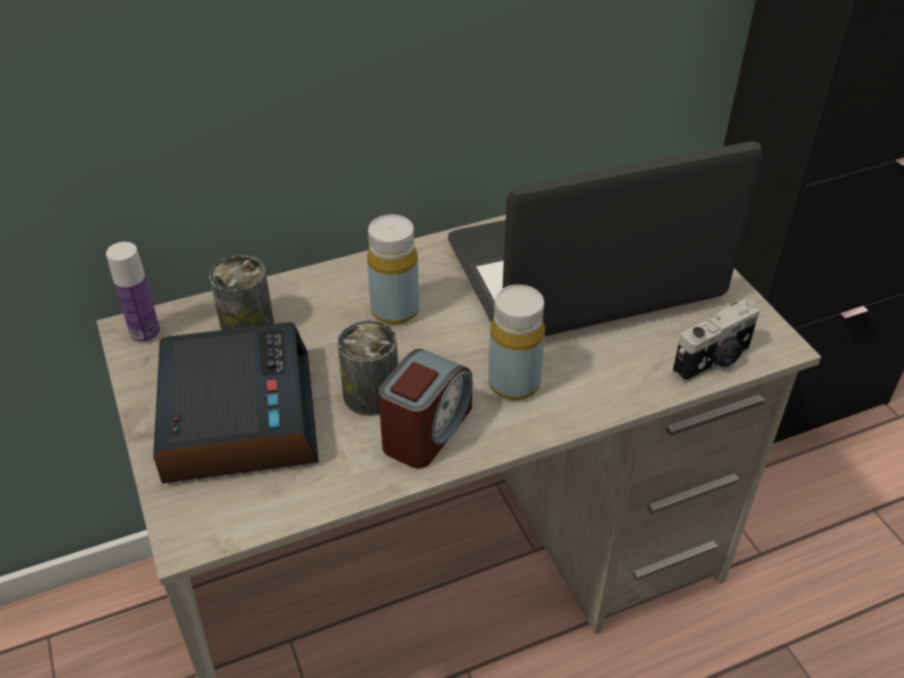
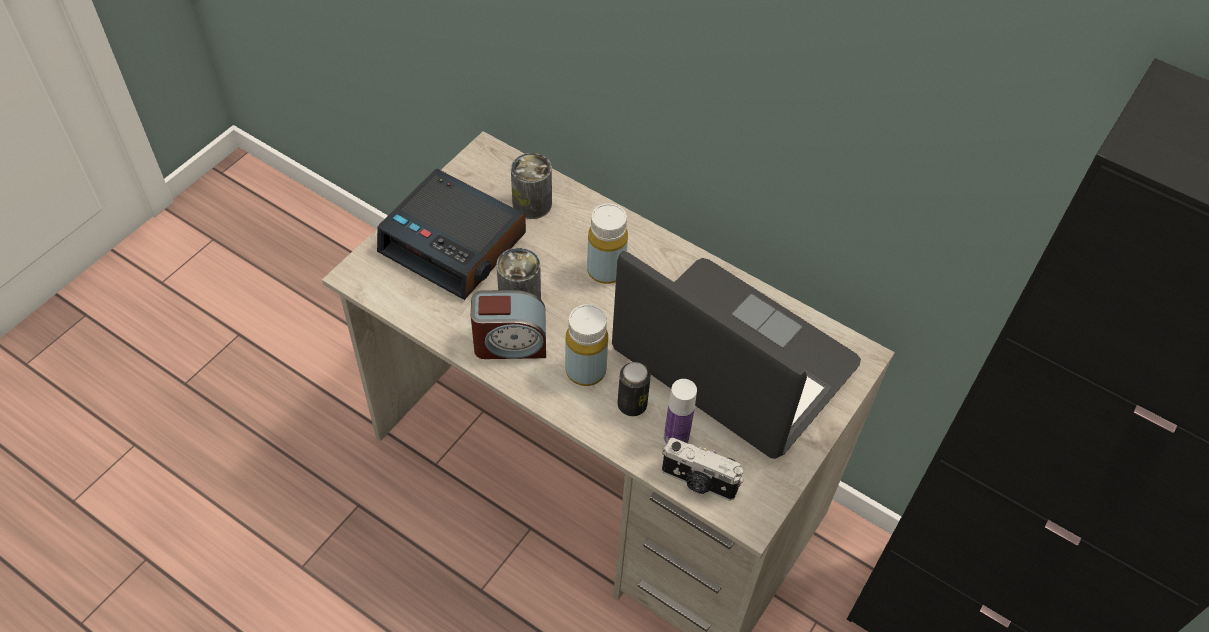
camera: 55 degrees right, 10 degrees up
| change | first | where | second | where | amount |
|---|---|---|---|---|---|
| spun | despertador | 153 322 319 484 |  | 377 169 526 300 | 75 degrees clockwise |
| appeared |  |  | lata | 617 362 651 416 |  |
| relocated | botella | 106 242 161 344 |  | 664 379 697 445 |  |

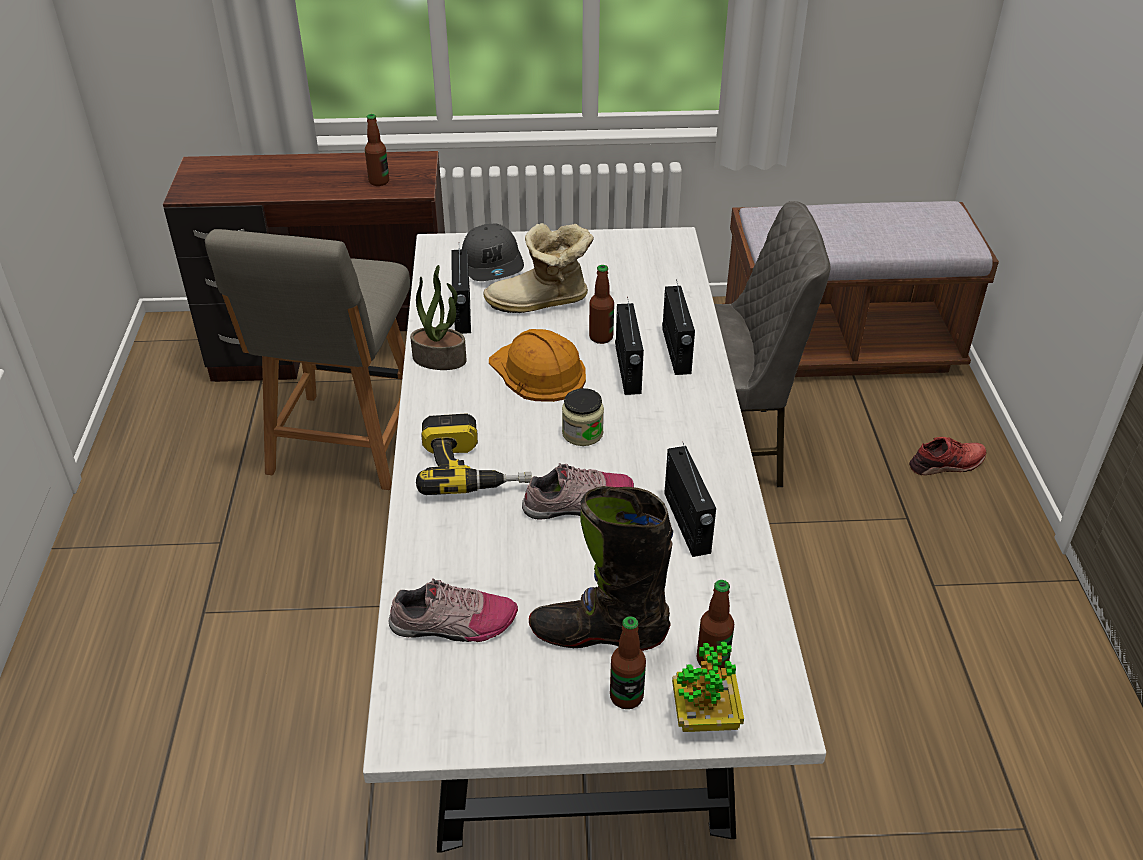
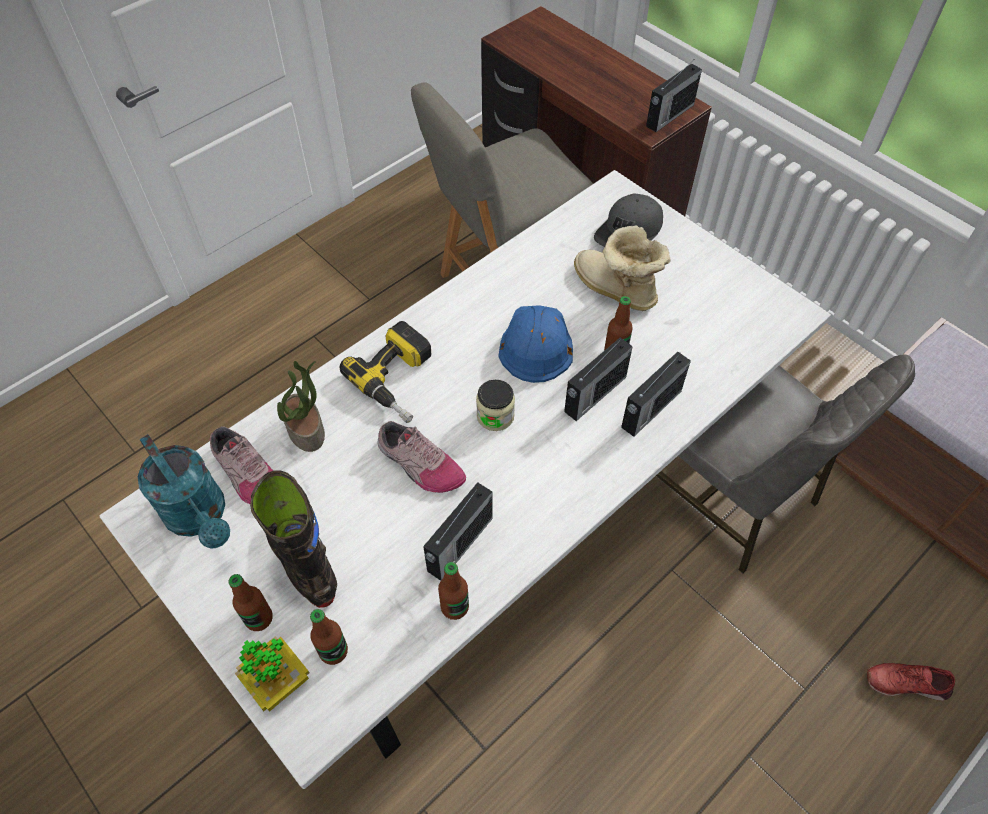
camera: 50 degrees right, 15 degrees up
| change | first | where | second | where | amount |
|---|---|---|---|---|---|
| appeared |  |  | regadera/turquesa | 138 434 230 549 |  |
| relocated | planta en maceta | 410 265 467 370 |  | 277 361 325 452 |  |
| relocated | botella | 365 114 389 186 |  | 438 562 469 620 |  |
| colour | casco/naranja | 489 329 586 402 | casco/azul | 498 305 573 383 |  |
| relocated | radio | 451 248 471 334 |  | 646 63 702 132 |  |
| spun | zapato/rojo | 909 437 987 475 |  | 867 663 955 701 | 150 degrees clockwise |

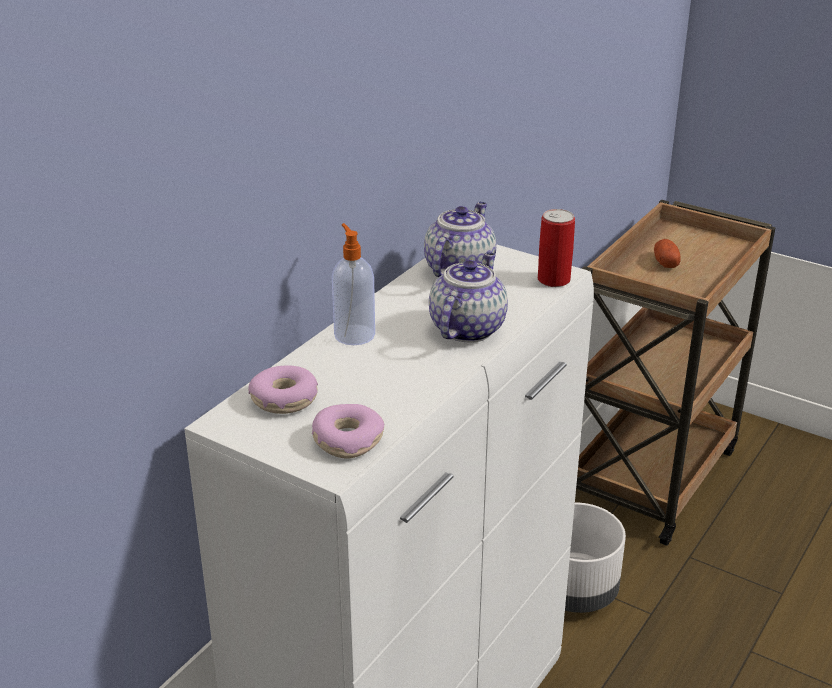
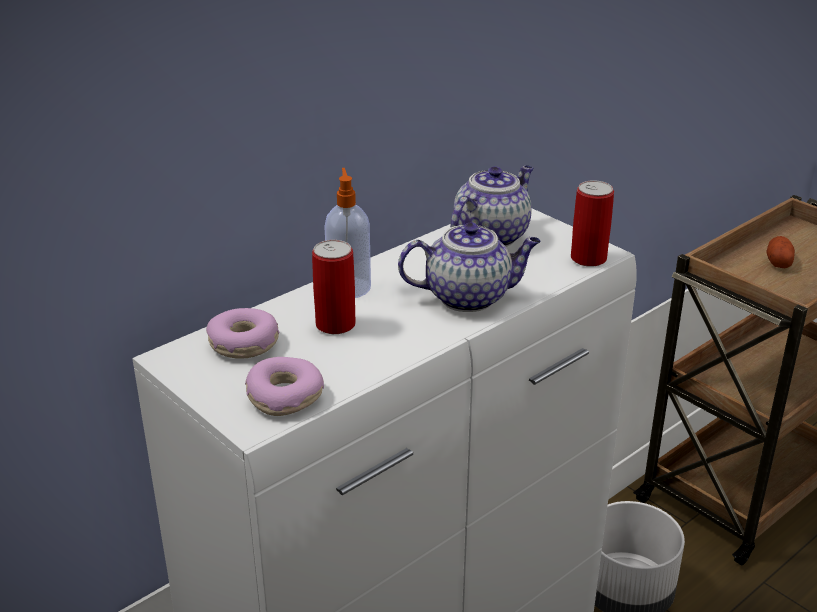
camera: 15 degrees right, 0 degrees up
| change | first | where | second | where | amount |
|---|---|---|---|---|---|
| appeared |  |  | lata | 312 240 356 334 |  |
| spun | tetera | 429 252 508 342 |  | 398 222 541 312 | 45 degrees clockwise |

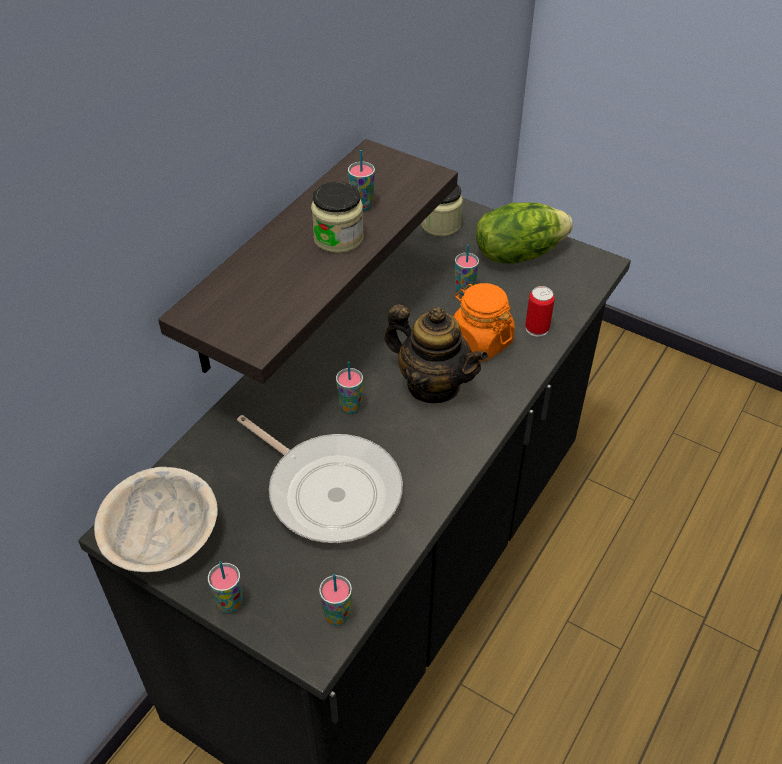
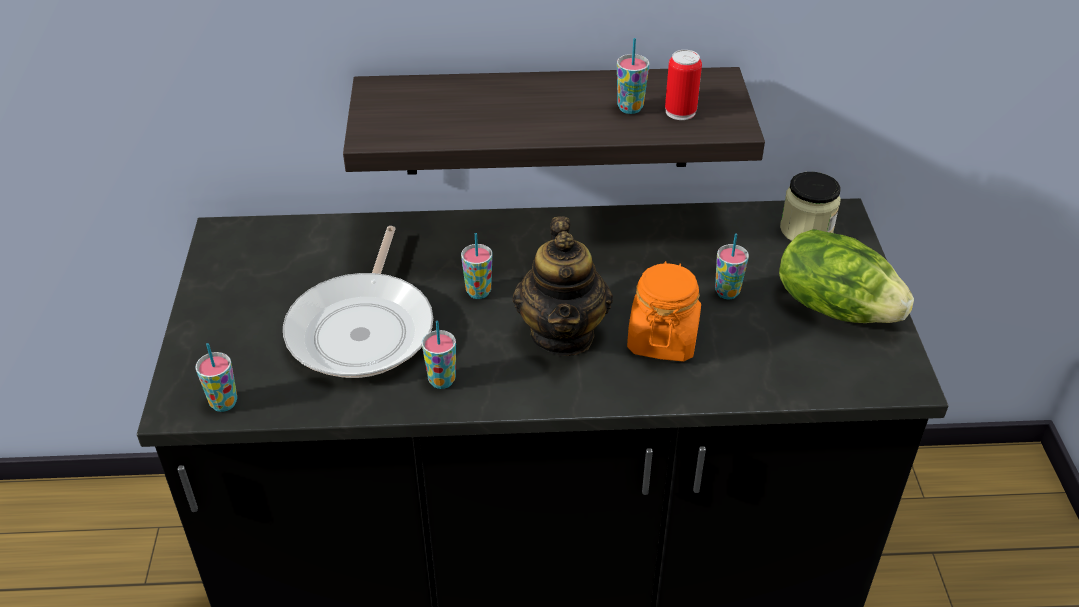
camera: 55 degrees right, 5 degrees down
| change | first | where | second | where | amount |
|---|---|---|---|---|---|
| relocated | taza | 208 561 243 613 |  | 422 321 456 389 |  |
| relocated | lata | 525 286 555 337 |  | 665 50 702 120 |  |
| missing | cuenco/beis | 94 467 218 572 |  |  |  |
| missing | tarro | 311 182 364 253 |  |  |  |

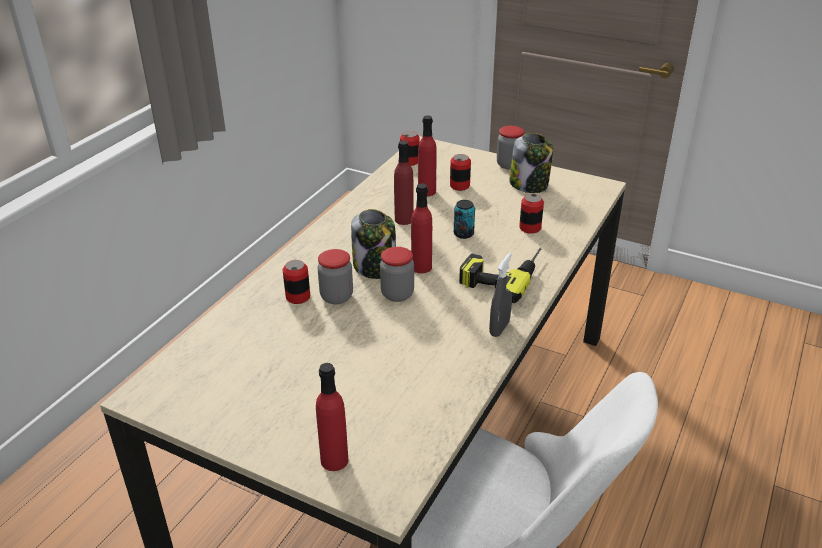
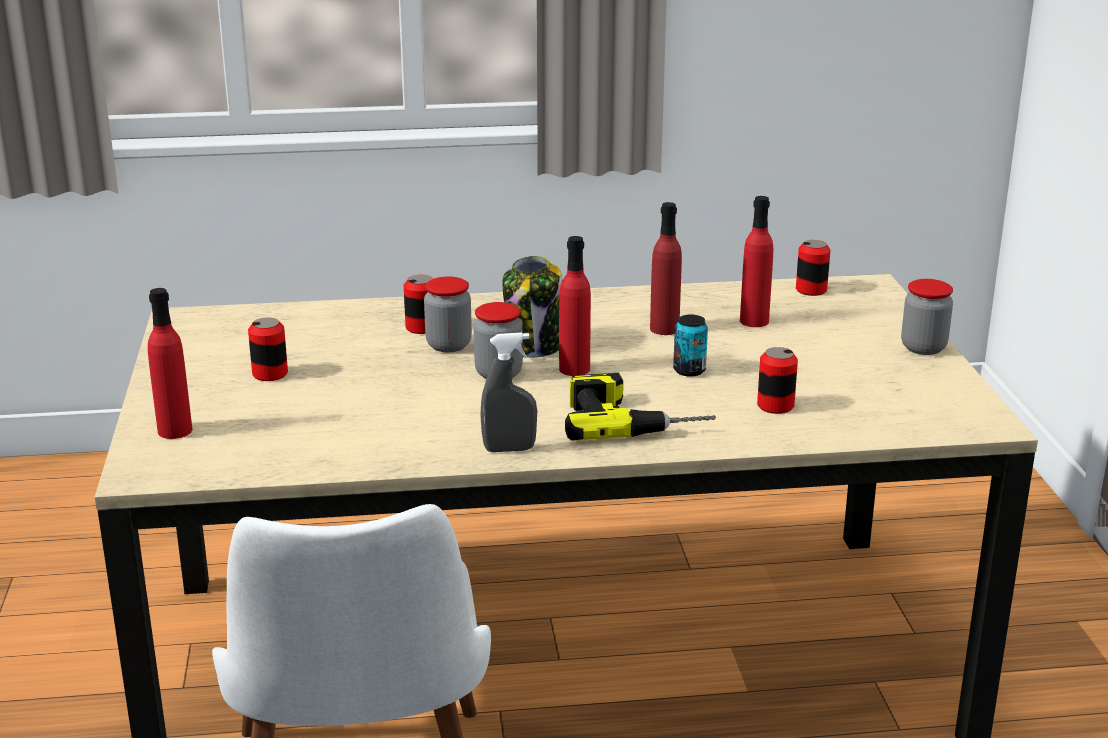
camera: 55 degrees right, 10 degrees down
| change | first | where | second | where | amount |
|---|---|---|---|---|---|
| relocated | lata | 450 154 471 191 |  | 248 318 288 381 |  |
| missing | tarro | 509 133 553 193 |  |  |  |

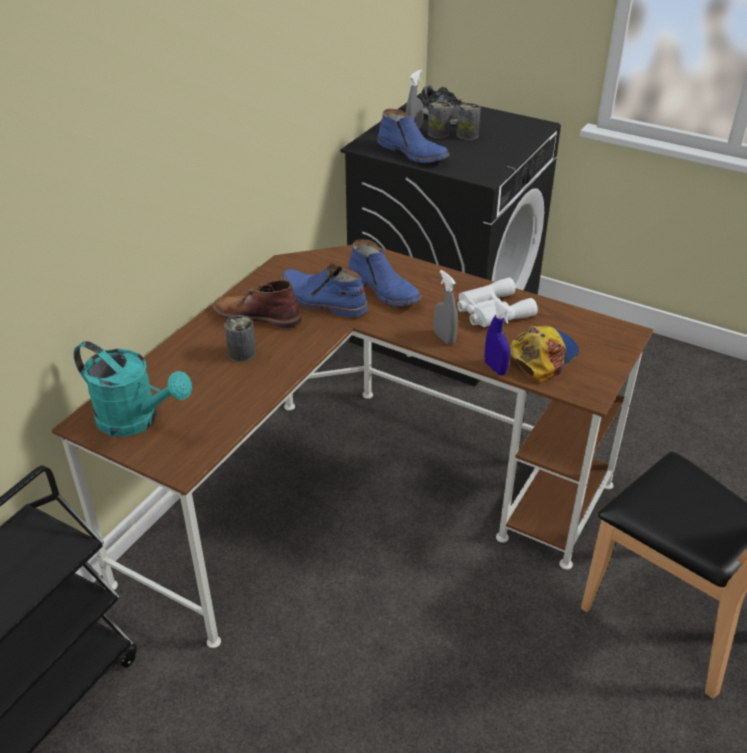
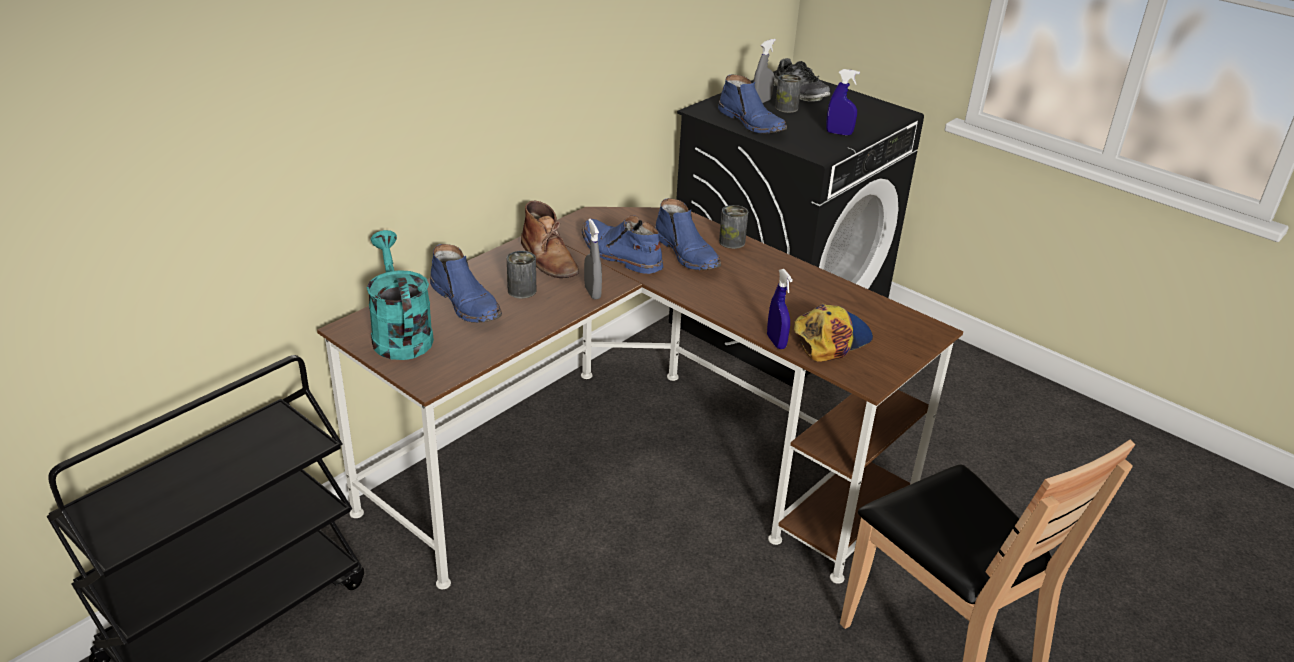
camera: 10 degrees right, 5 degrees down
| change | first | where | second | where | amount |
|---|---|---|---|---|---|
| spun | regadera/turquesa | 74 341 192 437 |  | 367 230 434 360 | 150 degrees counterclockwise |
| appeared |  |  | bota/azul | 430 244 502 323 |  |
| spun | bota/marrón | 213 280 302 328 |  | 521 201 579 278 | 150 degrees counterclockwise |
| relocated | pulverizador/gris | 434 270 458 345 |  | 584 219 602 300 |  |
| relocated | lata | 457 103 481 140 |  | 719 205 748 249 |  |
| appeared |  |  | pulverizador/azul | 826 69 860 136 |  |
| missing | prismáticos/blanco | 457 277 538 327 |  |  |  |

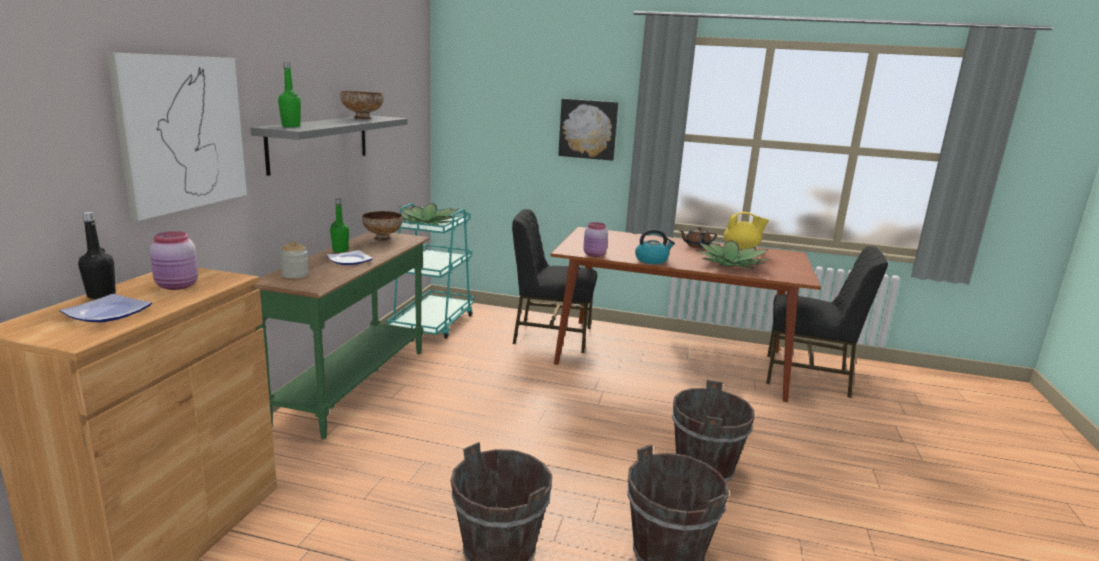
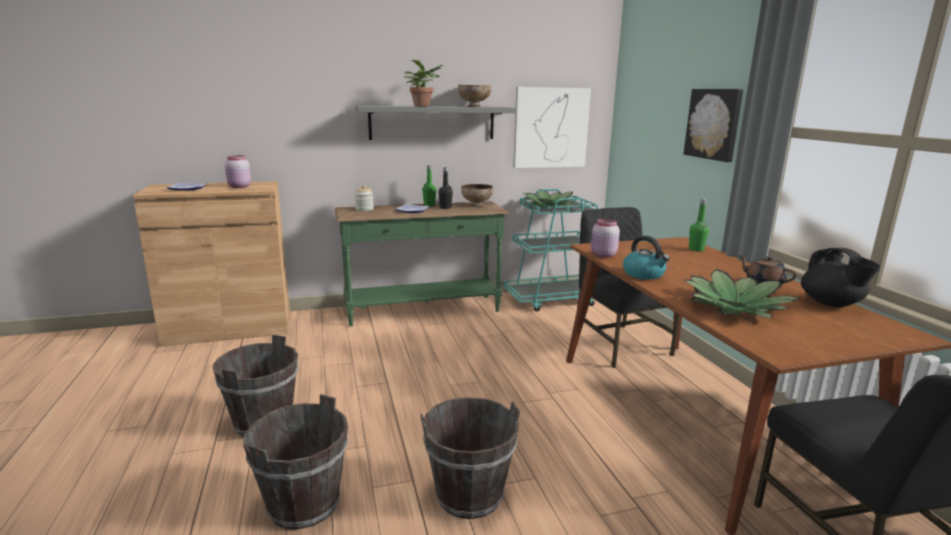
camera: 60 degrees right, 0 degrees up
| change | first | where | second | where | amount |
|---|---|---|---|---|---|
| appeared |  |  | planta en maceta | 404 60 444 107 |  |
| relocated | botella/negro | 78 212 116 299 |  | 438 167 453 209 |  |
| relocated | cuadro | 106 52 247 221 |  | 513 87 591 168 |  |
| relocated | botella/verde | 278 62 301 127 |  | 689 199 709 251 |  |
| colour | tetera/amarillo | 724 212 769 250 | tetera/negro | 801 248 881 307 |  |

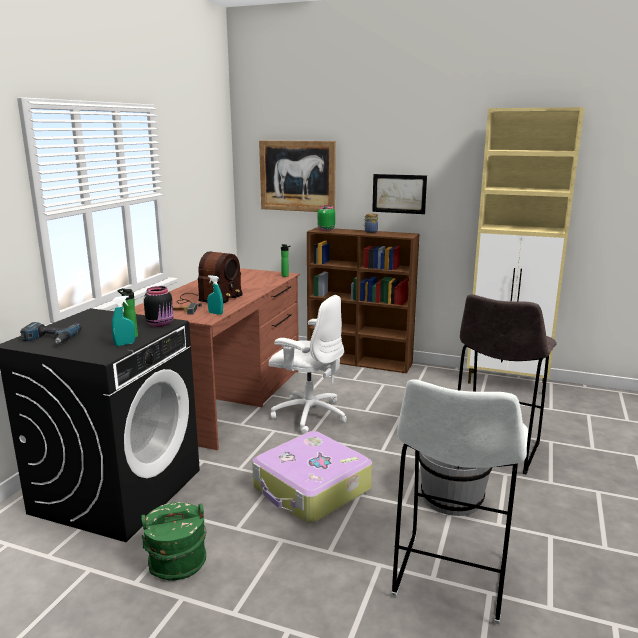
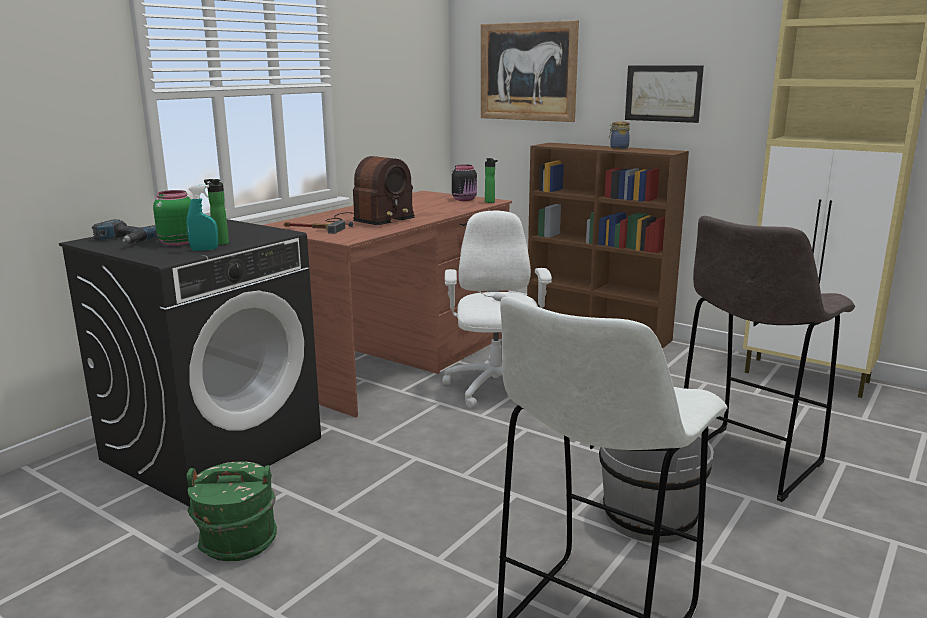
camera: 15 degrees right, 0 degrees up
| change | first | where | second | where | amount |
|---|---|---|---|---|---|
| relocated | tarro/verde | 317 205 335 231 |  | 153 190 191 246 |  |
| spun | silla de oficina/blanco | 269 295 347 434 |  | 442 211 552 408 | 135 degrees counterclockwise |
| relocated | tarro/negro | 144 286 174 327 |  | 452 165 477 201 |  |
| missing | pulverizador/turquesa | 207 275 223 315 |  |  |  |
| missing | maleta | 252 431 372 523 |  |  |  |

